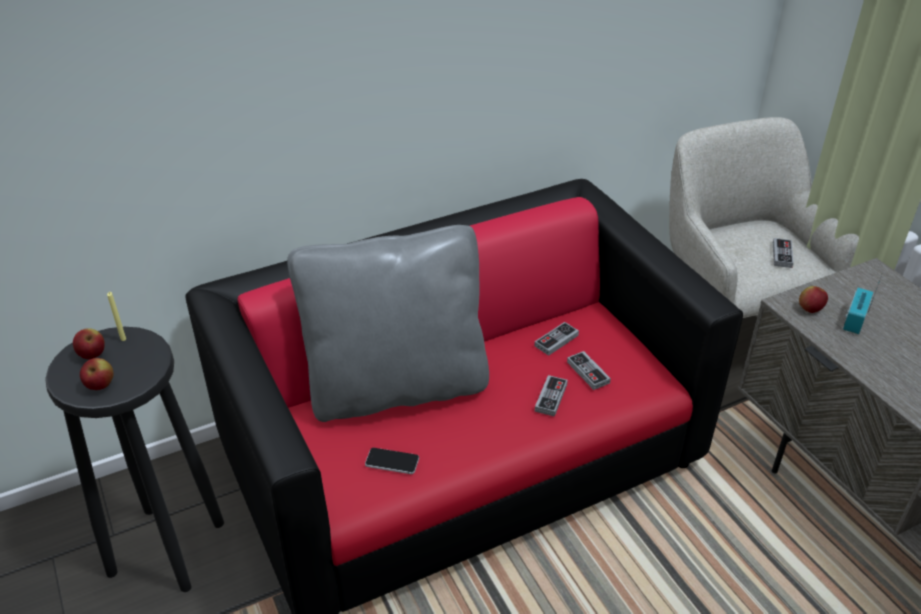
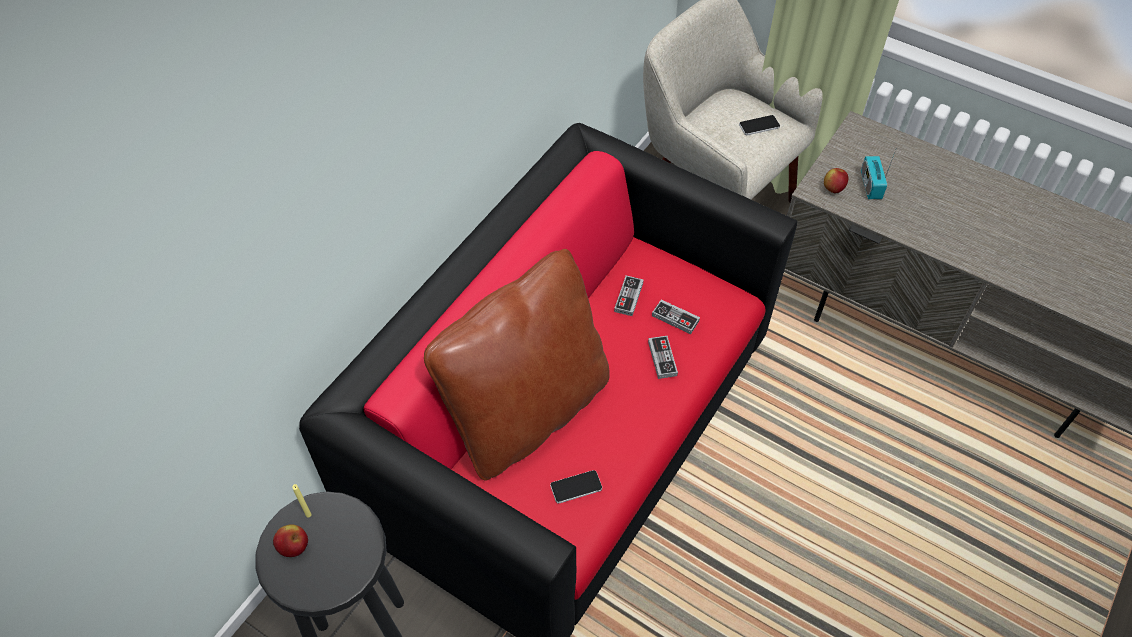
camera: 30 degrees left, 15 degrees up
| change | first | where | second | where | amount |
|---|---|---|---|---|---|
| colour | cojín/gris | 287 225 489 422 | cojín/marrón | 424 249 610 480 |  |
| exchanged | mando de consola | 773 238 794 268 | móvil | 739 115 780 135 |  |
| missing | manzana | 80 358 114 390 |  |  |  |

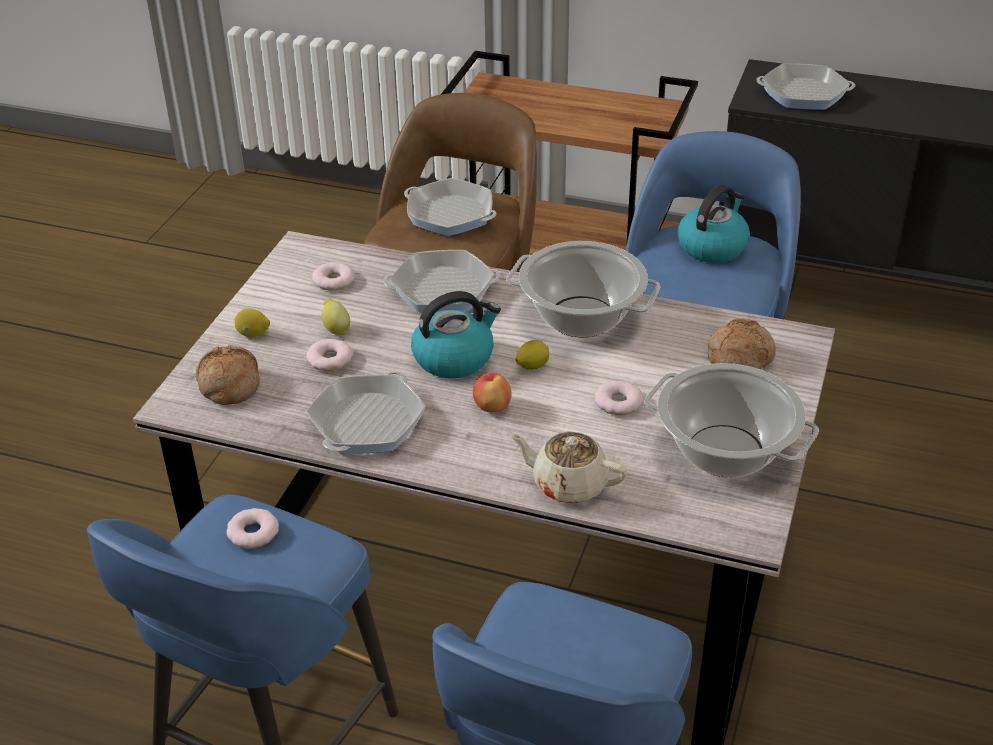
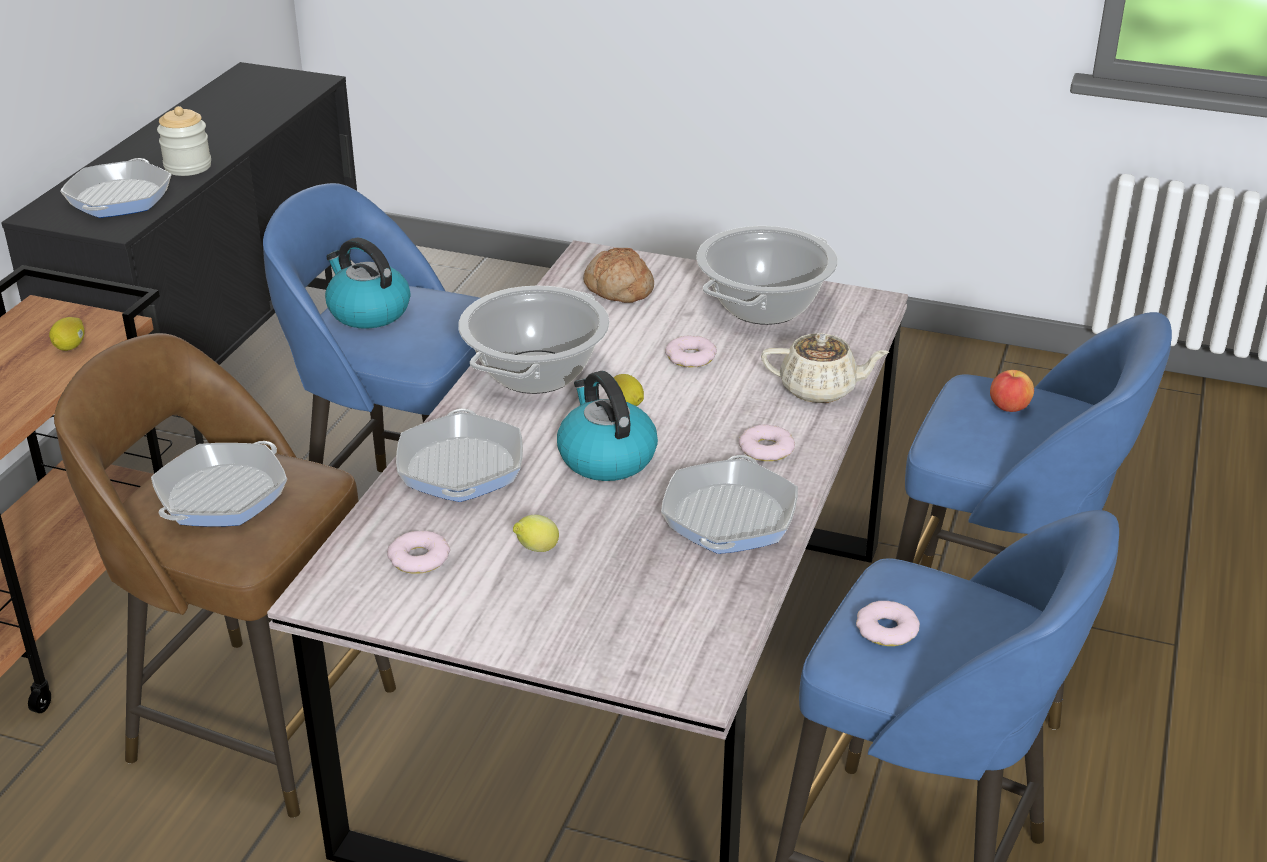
camera: 90 degrees left, 5 degrees down
| change | first | where | second | where | amount |
|---|---|---|---|---|---|
| relocated | limón | 235 309 270 337 |  | 49 317 84 351 |  |
| appeared |  |  | tarro | 157 106 211 176 |  |
| spun | sartén | 306 371 426 454 |  | 661 455 798 554 | 105 degrees counterclockwise |
| relocated | rosquilla | 306 339 353 371 |  | 739 424 795 461 |  |
| spun | tetera/beis | 509 431 627 503 |  | 761 333 889 403 | 105 degrees counterclockwise |
| relocated | manzana | 473 373 512 413 |  | 990 370 1034 412 |  |
| missing | pan | 196 345 260 405 |  |  |  |

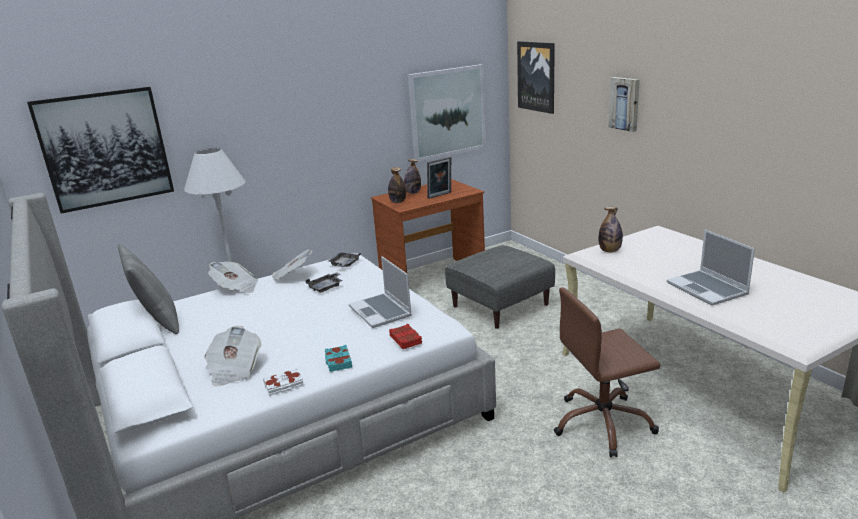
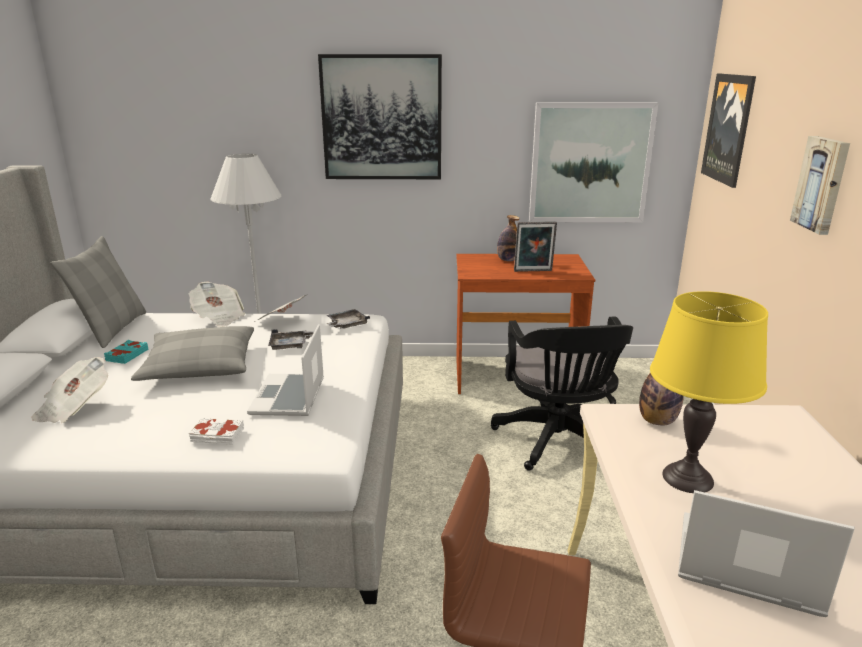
camera: 30 degrees right, 0 degrees up
| change | first | where | second | where | amount |
|---|---|---|---|---|---|
| relocated | libro/turquesa | 325 345 352 372 |  | 104 340 148 364 |  |
| appeared |  |  | cojín/gris | 131 326 254 381 |  |
| relocated | libro/blanco | 263 368 304 396 |  | 189 417 244 445 |  |
| relocated | cuadro | 27 87 174 214 |  | 318 54 442 179 |  |
| exchanged | puf/gris | 445 245 555 329 | silla de oficina/negro | 491 316 633 471 |  |
| appeared |  |  | lámpara de mesa/amarillo | 650 291 768 493 |  |
| spun | portátil | 667 230 755 306 |  | 678 490 855 617 | 105 degrees clockwise |
| missing | botella | 388 167 406 203 |  |  |  |
| missing | libro/rojo | 389 324 422 349 |  |  |  |

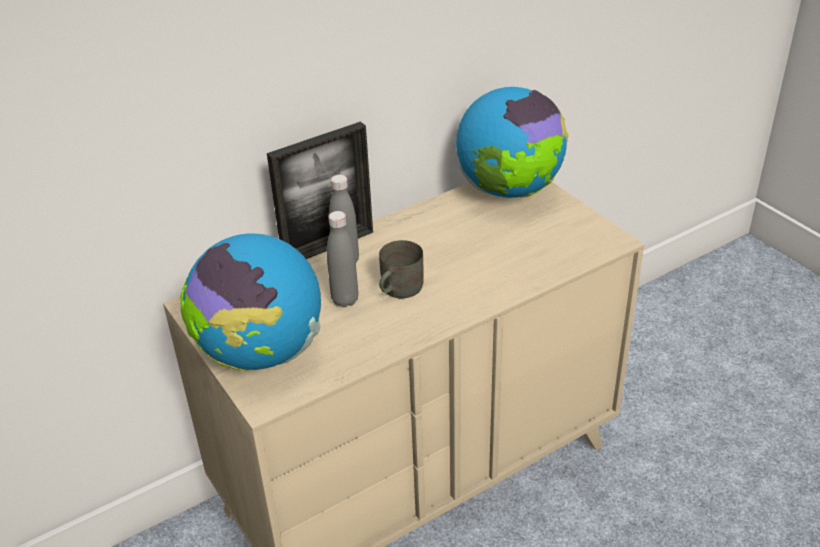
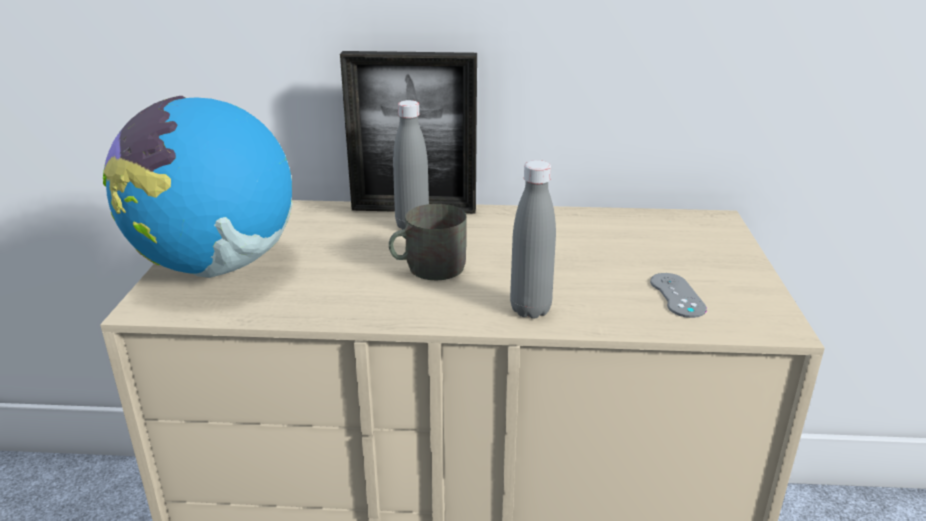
camera: 35 degrees right, 10 degrees down
| change | first | where | second | where | amount |
|---|---|---|---|---|---|
| relocated | botella/gris | 327 211 358 307 |  | 510 160 556 319 |  |
| appeared |  |  | mando de consola/gris | 650 273 707 318 |  |
| missing | globo terráqueo | 456 87 568 198 |  |  |  |

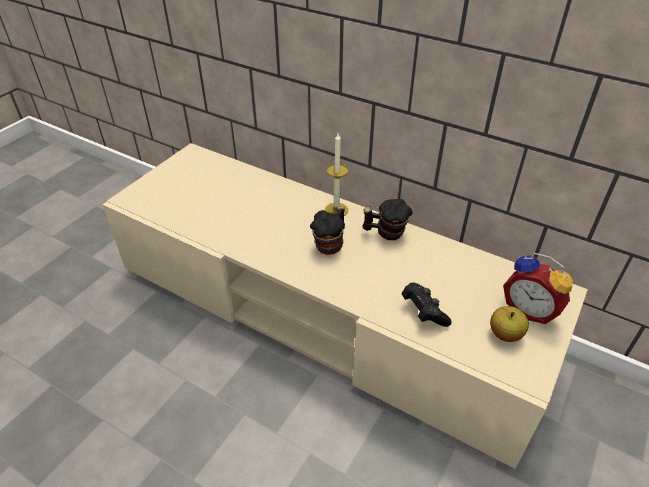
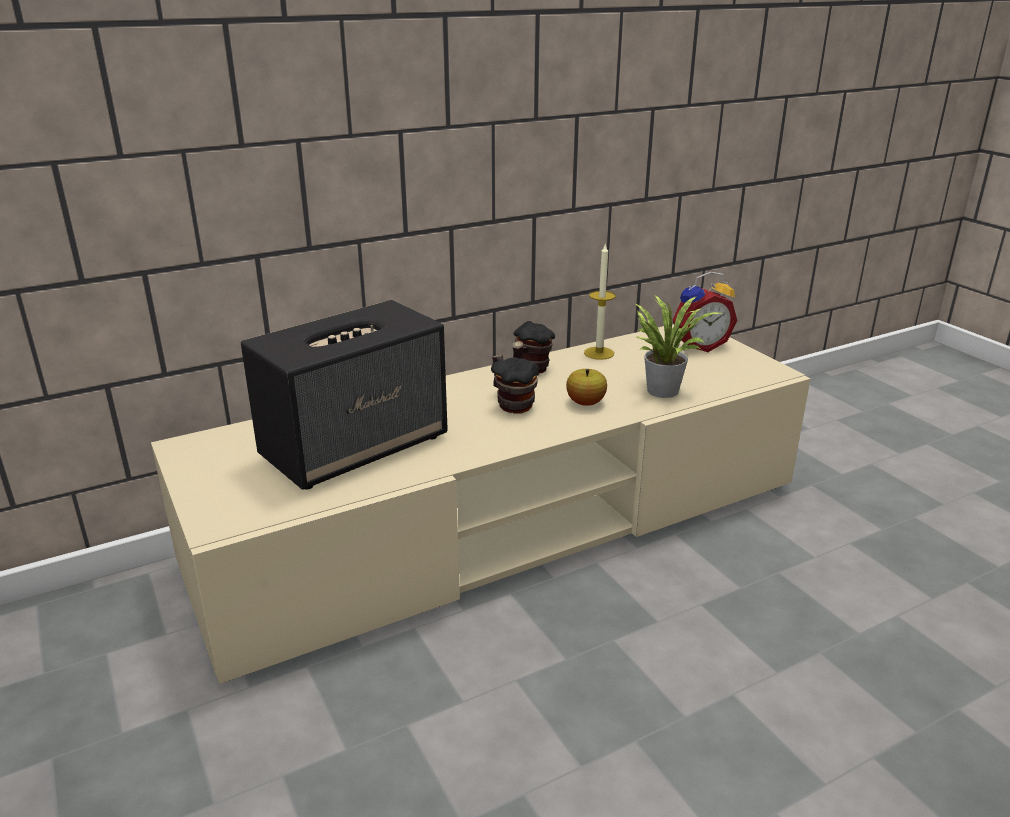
camera: 60 degrees left, 15 degrees down
| change | first | where | second | where | amount |
|---|---|---|---|---|---|
| appeared |  |  | altavoz | 241 300 448 490 |  |
| relocated | manzana | 490 306 529 342 |  | 566 369 607 406 |  |
| relocated | vela | 325 133 348 216 |  | 584 243 616 360 |  |
| exchanged | mando de consola/negro | 402 282 452 327 | planta en maceta | 634 295 721 398 |  |

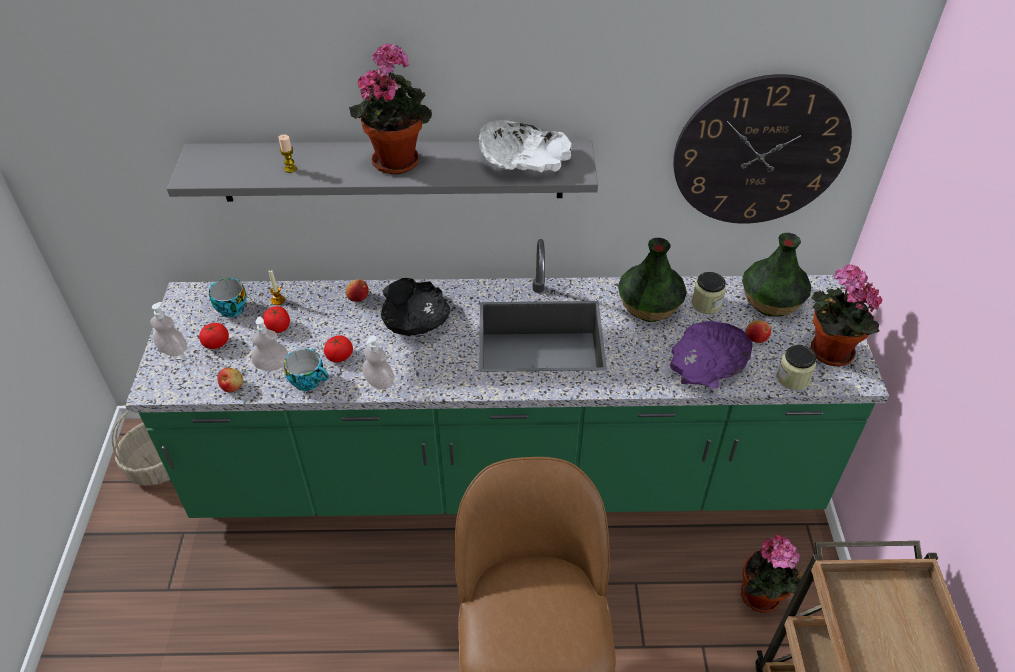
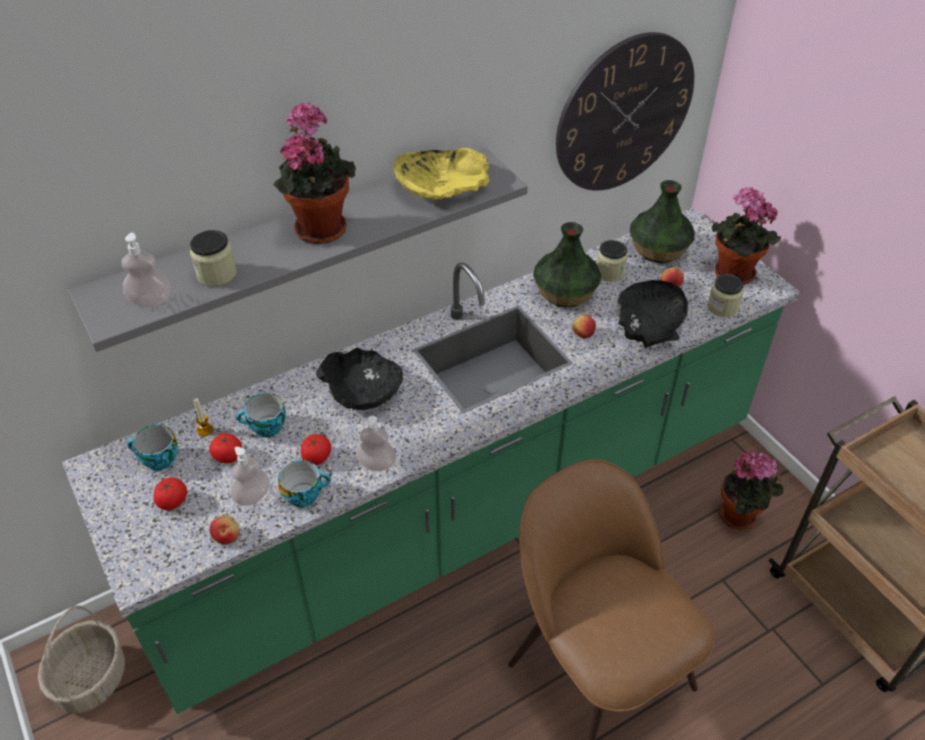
camera: 30 degrees left, 0 degrees up
| change | first | where | second | where | amount |
|---|---|---|---|---|---|
| relocated | dispensador de jabón | 150 302 187 356 |  | 121 232 170 307 |  |
| exchanged | vela | 278 134 297 173 | tarro | 190 230 237 286 |  |
| appeared |  |  | taza | 237 393 286 437 |  |
| colour | cuenco/blanco | 479 120 572 173 | cuenco/amarillo | 394 148 489 200 |  |
| relocated | manzana | 346 279 369 302 |  | 572 314 596 338 |  |
| colour | cuenco/morado | 670 321 753 388 | cuenco/negro | 618 280 688 348 |  |

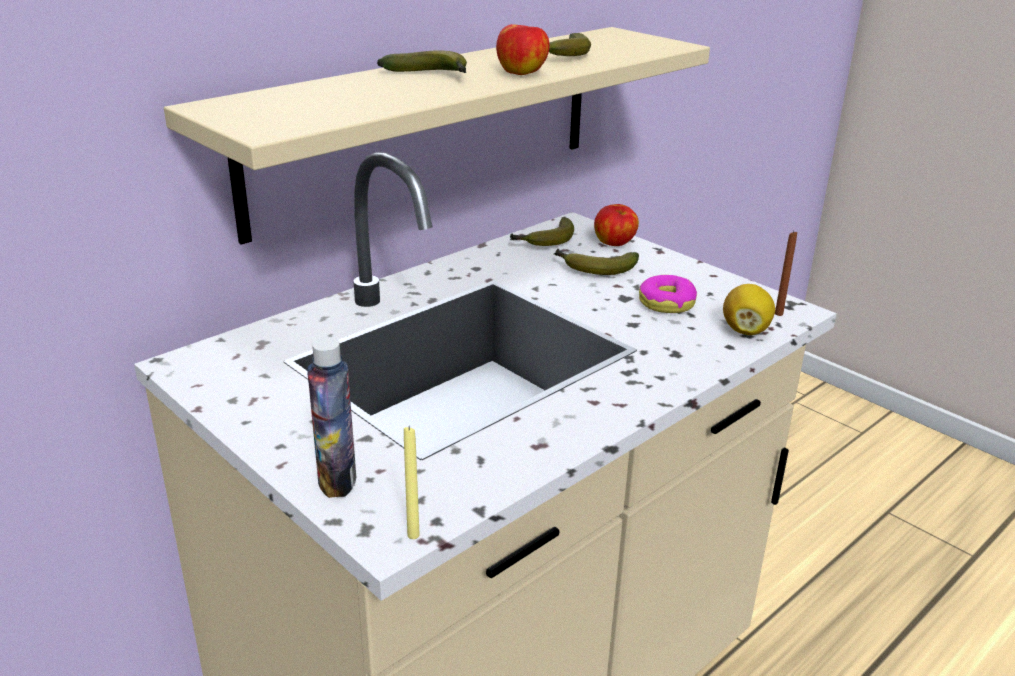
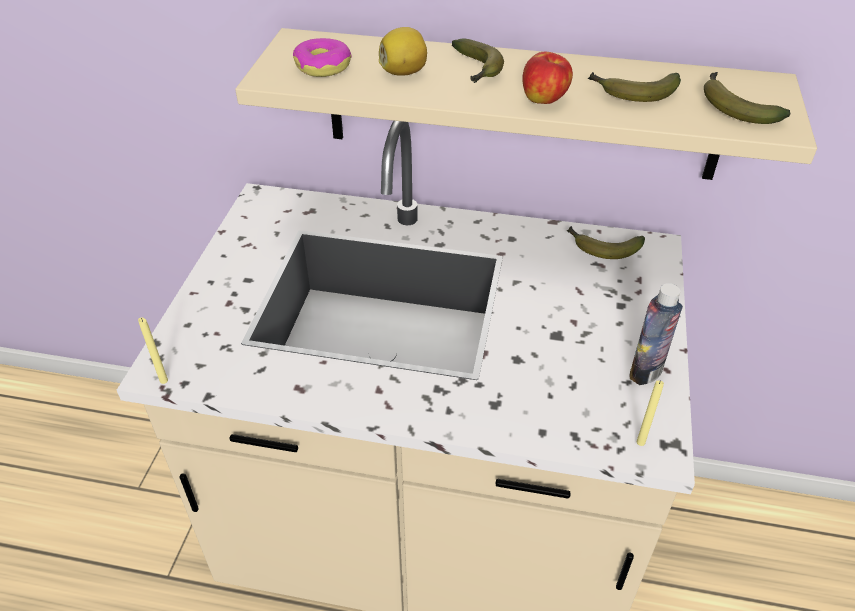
camera: 55 degrees right, 15 degrees up
| change | first | where | second | where | amount |
|---|---|---|---|---|---|
| relocated | rosquilla | 639 275 697 313 |  | 293 38 352 77 |  |
| relocated | limón | 723 284 775 335 |  | 379 27 427 76 |  |
| relocated | botella | 307 337 356 498 |  | 629 283 683 385 |  |
| colour | vela/marrón | 775 231 797 316 | vela/amarillo | 637 380 664 446 |  |
| relocated | plátano | 554 249 639 275 |  | 704 72 790 124 |  |
| missing | manzana | 594 204 639 246 |  |  |  |

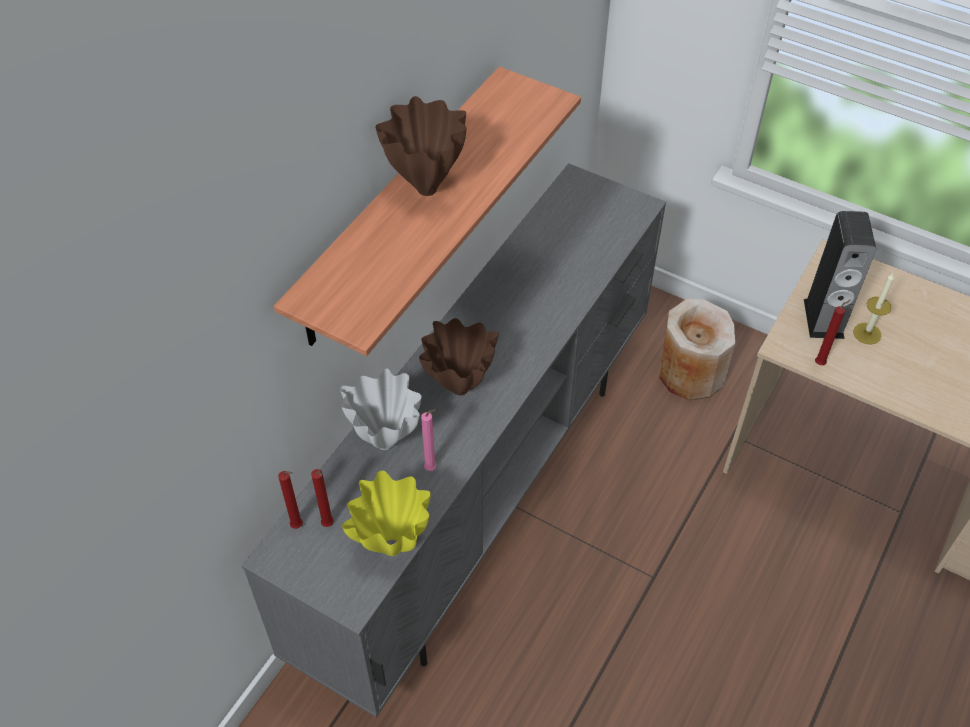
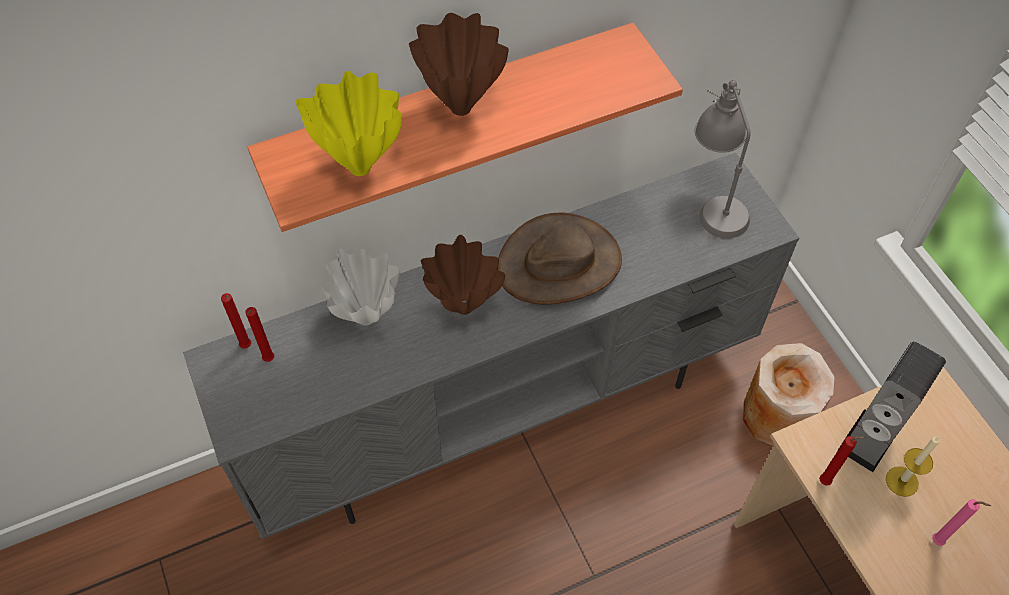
camera: 35 degrees right, 5 degrees up
| change | first | where | second | where | amount |
|---|---|---|---|---|---|
| relocated | florero/amarillo | 342 471 431 556 |  | 295 71 402 176 |  |
| appeared |  |  | sombrero/marrón | 498 212 622 304 |  |
| appeared |  |  | lámpara de mesa/gris | 695 80 751 238 |  |
| relocated | vela/rosa | 421 409 438 471 |  | 932 499 991 546 |  |

